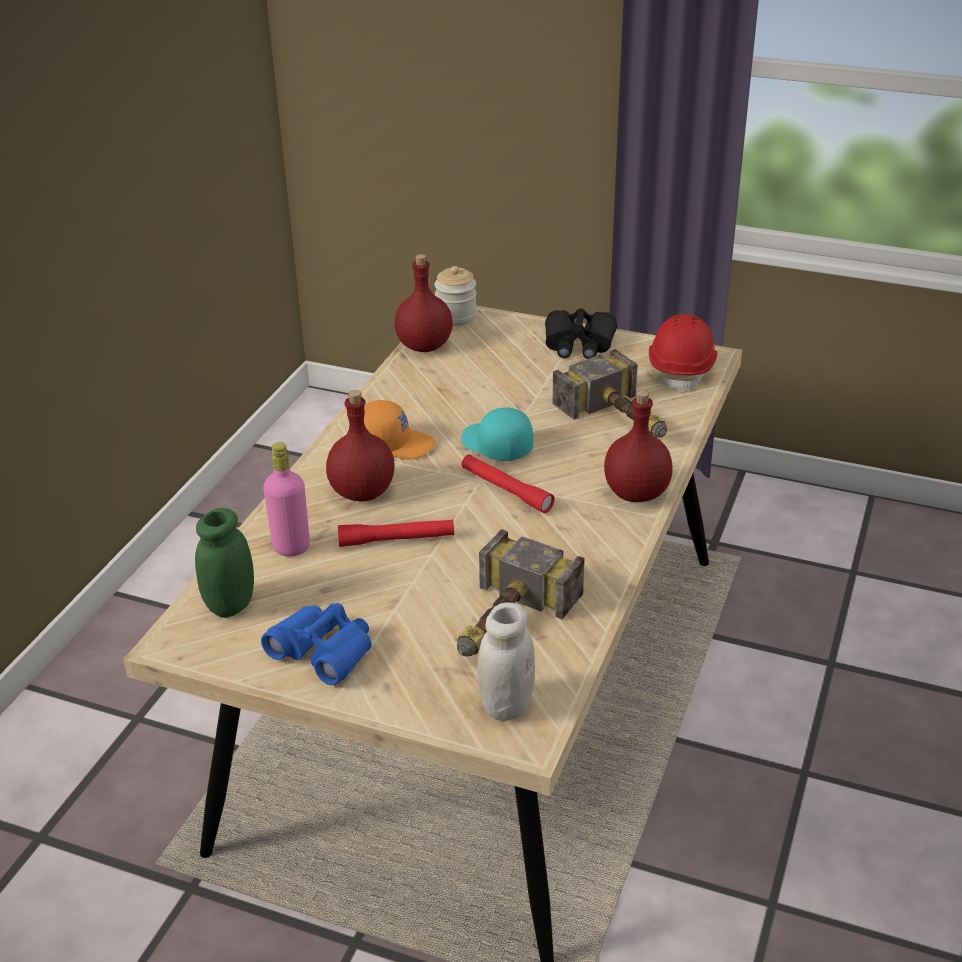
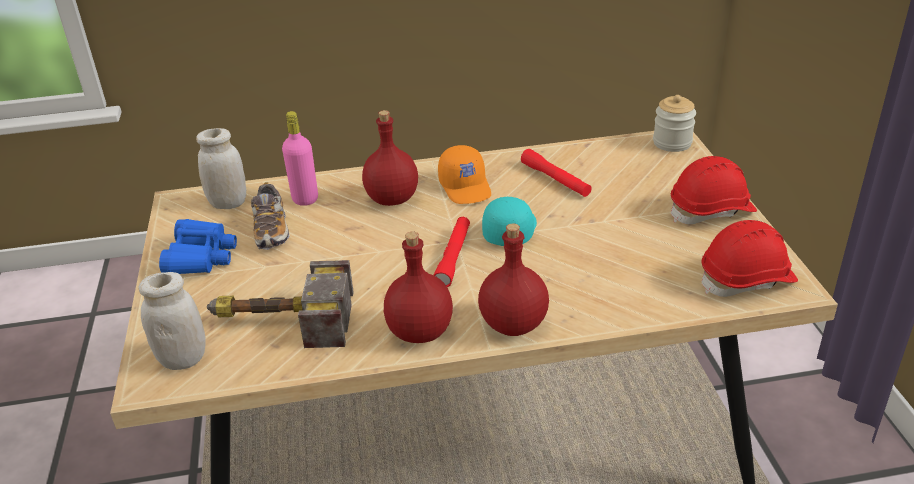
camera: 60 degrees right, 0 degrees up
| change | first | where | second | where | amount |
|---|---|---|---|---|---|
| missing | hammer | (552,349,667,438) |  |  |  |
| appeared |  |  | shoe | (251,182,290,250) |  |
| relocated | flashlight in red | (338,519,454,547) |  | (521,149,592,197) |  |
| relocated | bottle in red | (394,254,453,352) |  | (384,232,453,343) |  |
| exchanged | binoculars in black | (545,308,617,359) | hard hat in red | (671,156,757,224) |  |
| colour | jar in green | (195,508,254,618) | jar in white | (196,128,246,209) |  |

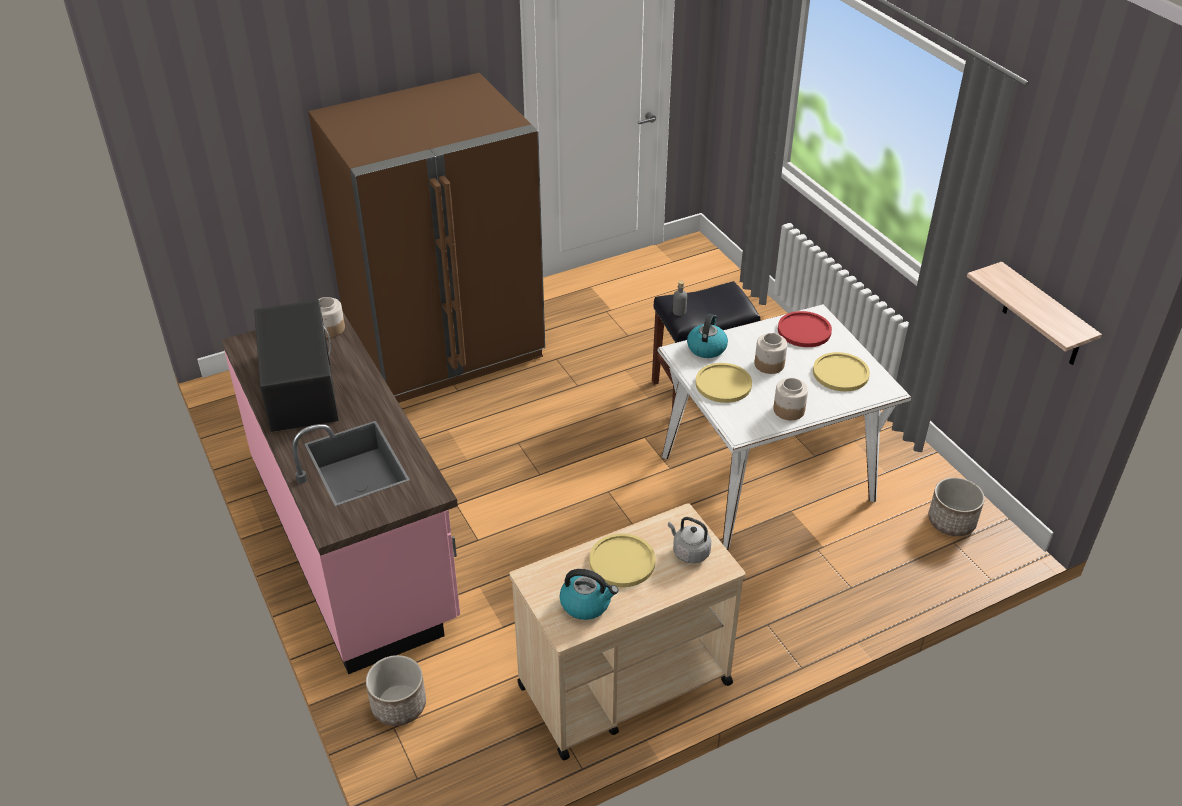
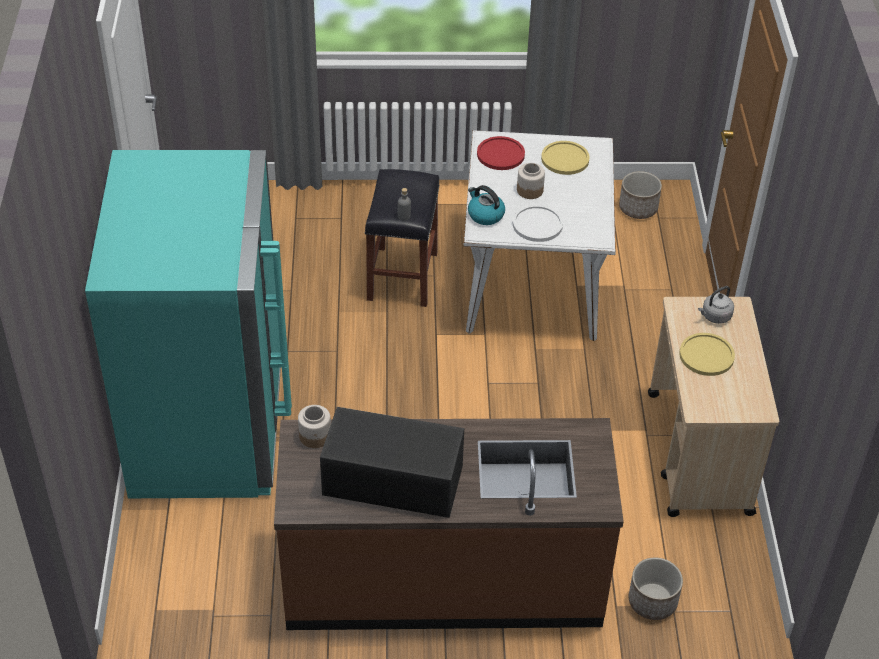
camera: 65 degrees left, 5 degrees up
| change | first | where | second | where | amount |
|---|---|---|---|---|---|
| missing | kettle | (559,569,618,620) |  |  |  |
| missing | jar | (773,378,808,420) |  |  |  |
| missing | shelf | (967,262,1102,365) |  |  |  |
| colour | counter in pink | (221,313,460,674) | counter in brown | (274,418,624,630) |  |
| colour | fridge in brown | (308,73,545,403) | fridge in turquoise | (85,150,292,498) |  |
| colour | plate in yellow | (695,363,752,403) | plate in white | (513,205,563,242) |  |

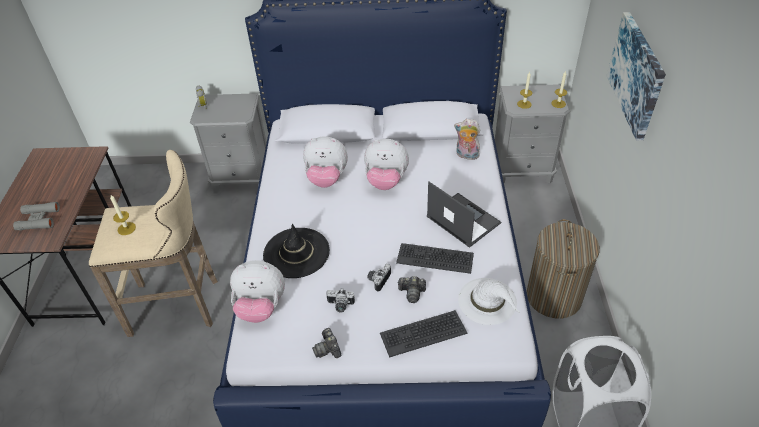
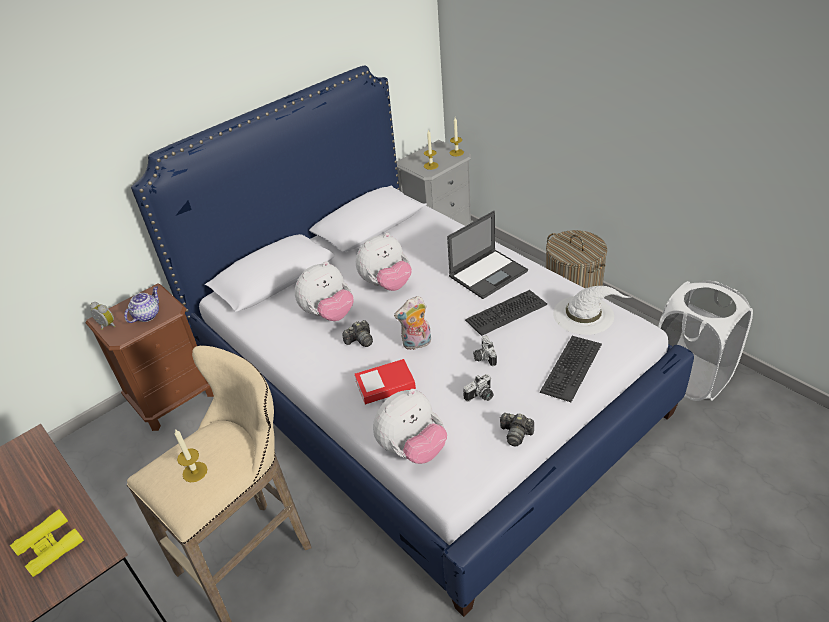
camera: 40 degrees left, 5 degrees down
| change | first | where | second | where | amount |
|---|---|---|---|---|---|
| missing | picture | (607,12,666,141) |  |  |  |
| appeared |  |  | teapot | (124,286,159,323) |  |
| relocated | photo camera | (397,276,426,303) |  | (342,320,373,347) |  |
| relocated | plush toy | (454,119,480,160) |  | (394,296,431,350) |  |
| exchanged | hat in black | (263,224,330,278) | book | (354,359,416,405) |  |
| colour | binoculars in grey | (13,202,60,231) | binoculars in yellow | (10,509,84,577) |  |
| colour | nightstand in grey | (190,93,267,192) | nightstand in brown | (86,284,214,431) |  |
| spun | laptop | (427,182,501,248) |  | (447,211,528,299) | 135 degrees clockwise |

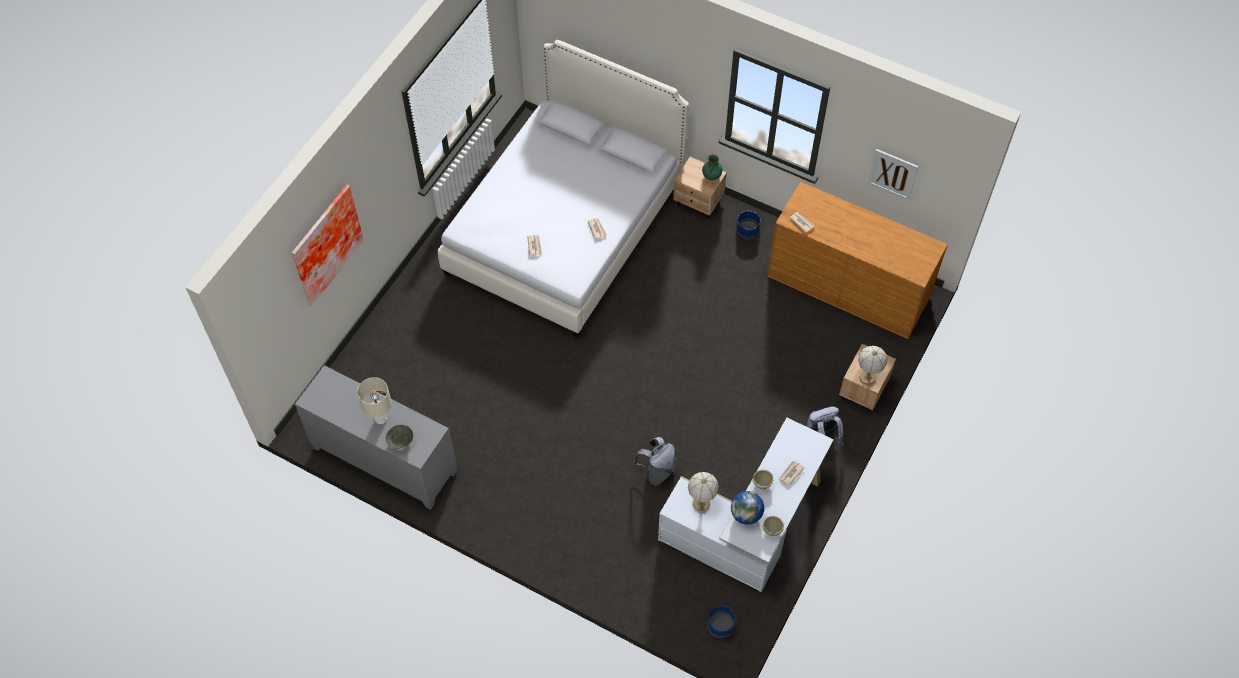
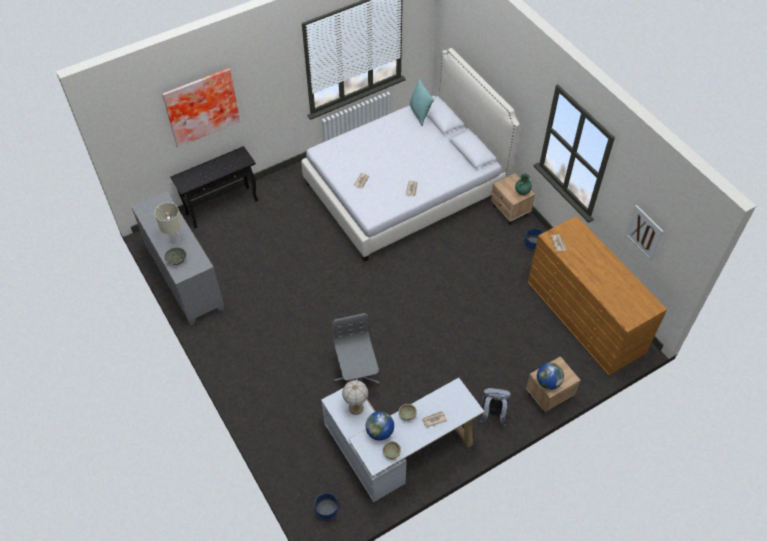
camera: 30 degrees right, 5 degrees down
| change | first | where | second | where | amount |
|---|---|---|---|---|---|
| appeared |  |  | console table in black | (170,146,258,229) |  |
| appeared |  |  | pillow in turquoise | (410,78,434,126) |  |
| exchanged | backpack in grey | (633,437,676,485) | office chair in grey | (332,313,380,385) |  |
| exchanged | table lamp | (858,346,887,385) | globe | (537,363,564,390) |  |

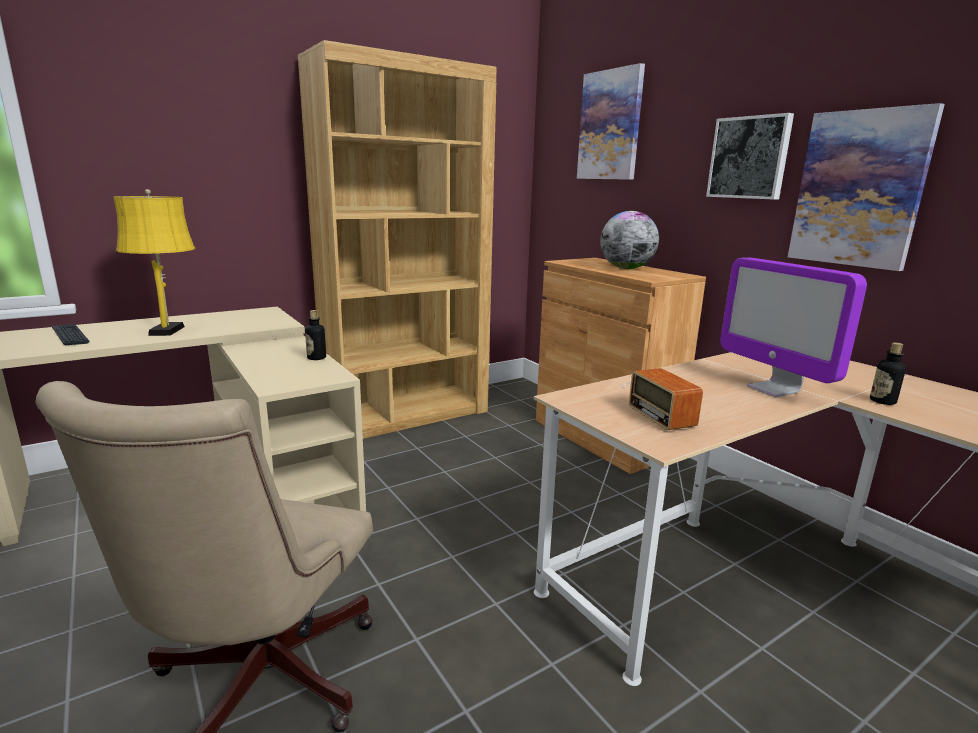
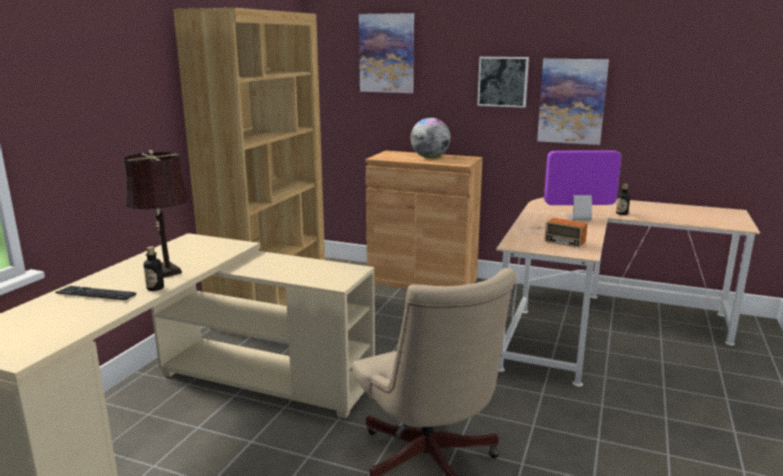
camera: 35 degrees left, 0 degrees up
| change | first | where | second | where | amount |
|---|---|---|---|---|---|
| relocated | bottle | (305,310,326,360) |  | (143,246,164,291) |  |
| colour | table lamp in yellow | (113,189,195,336) | table lamp in brown | (123,150,189,278) |  |
| spun | monitor | (720,258,867,397) |  | (544,150,621,220) | 150 degrees clockwise |

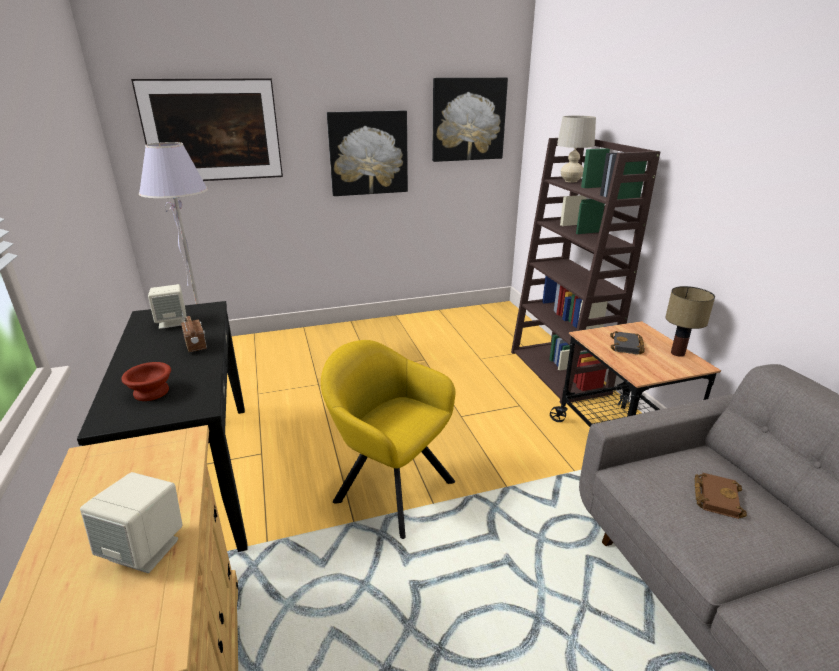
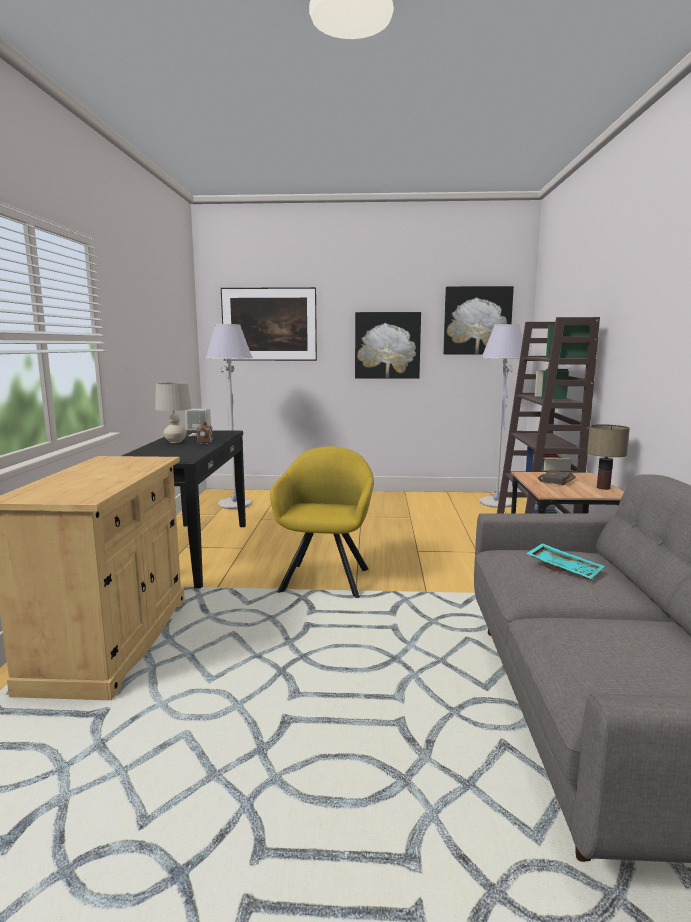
camera: 20 degrees right, 15 degrees down
| change | first | where | second | where | amount |
|---|---|---|---|---|---|
| missing | speaker in beige | (80,472,182,573) |  |  |  |
| missing | bowl in brown | (121,362,171,401) |  |  |  |
| appeared |  |  | floor lamp in grey | (479,324,523,508) |  |
| relocated | table lamp in beige | (557,116,596,182) |  | (155,382,192,443) |  |
| exchanged | book in brown | (694,473,747,519) | tray in turquoise | (526,543,605,580) |  |
| spun | armchair in yellow | (321,340,455,539) |  | (270,446,374,598) | 45 degrees clockwise |

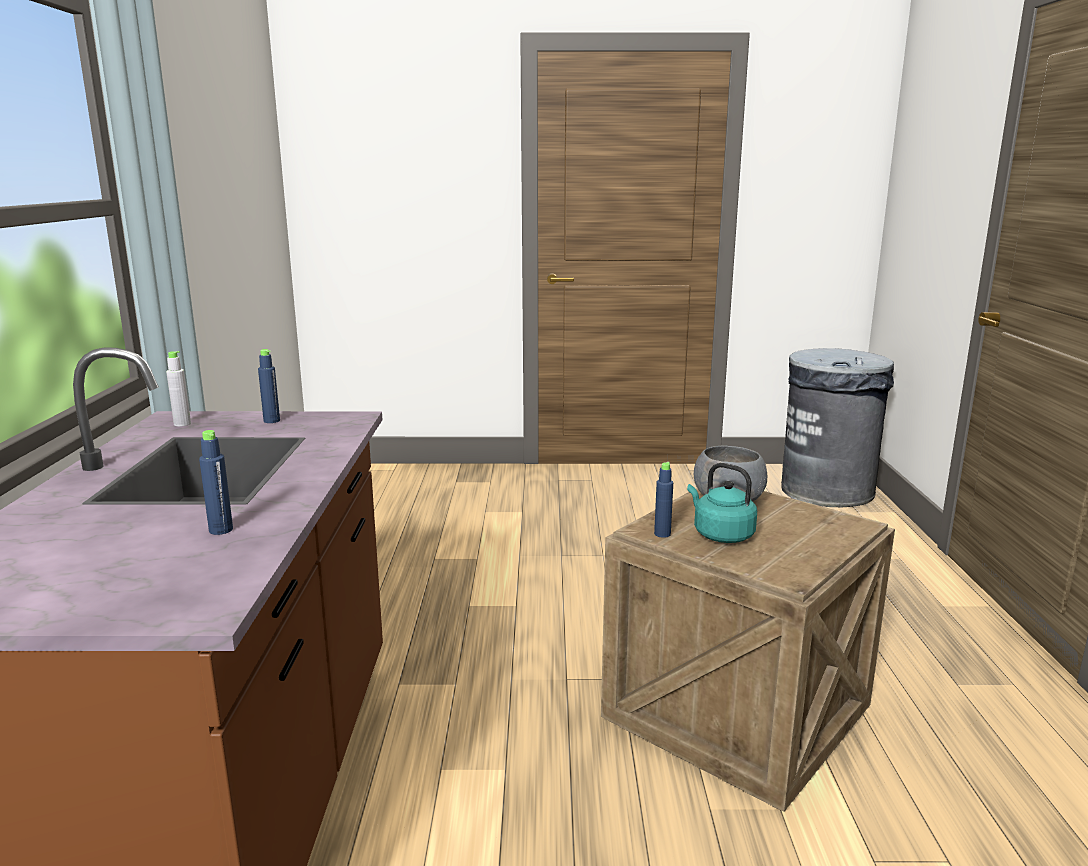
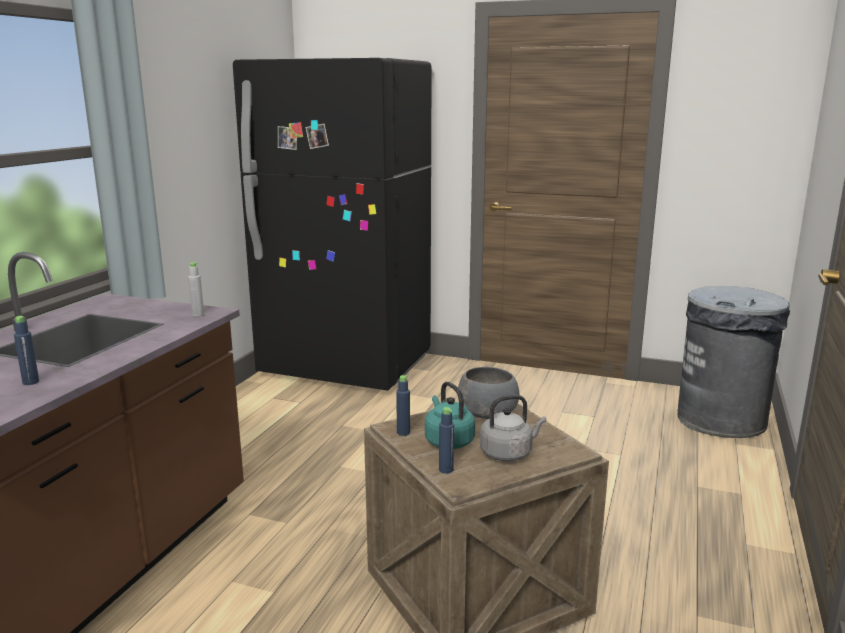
camera: 20 degrees right, 0 degrees up
| change | first | where | second | where | amount |
|---|---|---|---|---|---|
| appeared |  |  | fridge in black | (233,58,432,390) |  |
| appeared |  |  | kettle in grey | (480,395,546,461) |  |
| relocated | bottle in grey | (166,351,191,427) |  | (188,262,204,316) |  |
| relocated | bottle in blue | (258,349,280,423) |  | (439,407,454,474) |  |

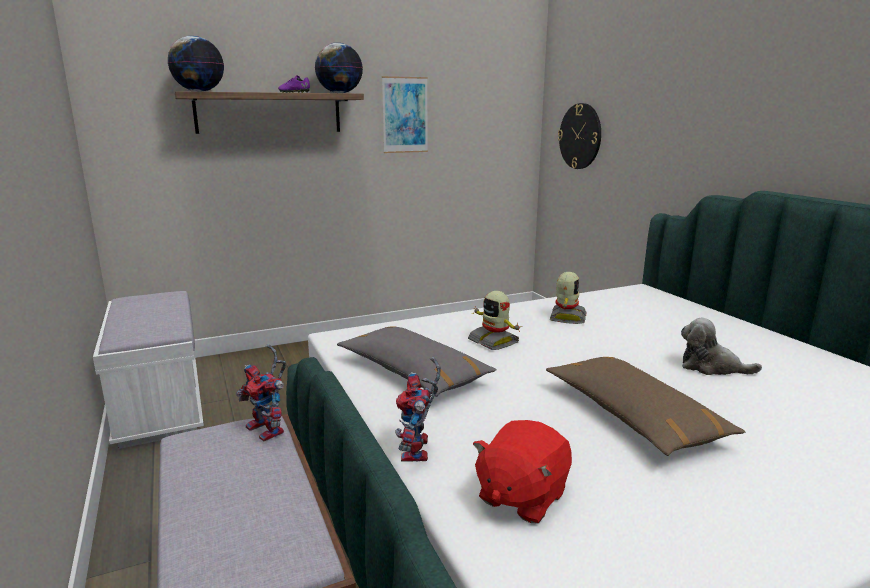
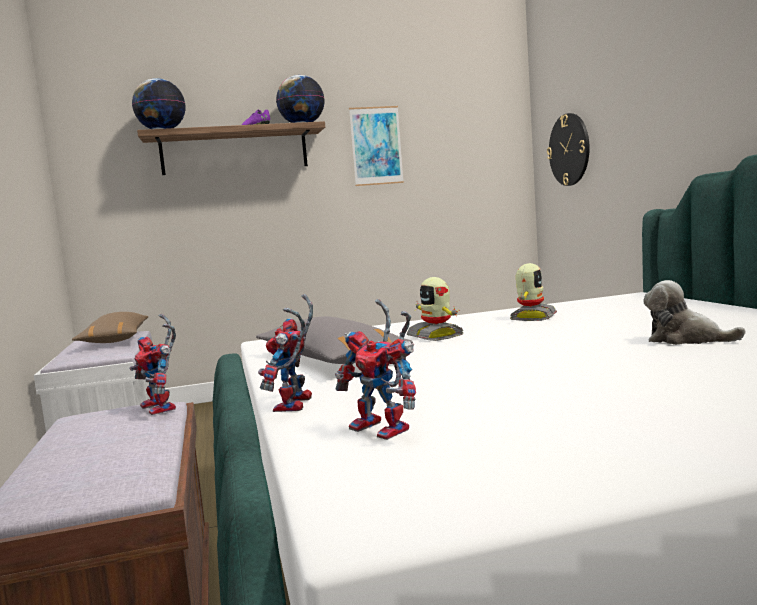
camera: 10 degrees right, 10 degrees down
| change | first | where | second | where | amount |
|---|---|---|---|---|---|
| relocated | pillow in brown | (546,357,745,456) |  | (72,312,148,343) |  |
| exchanged | plush toy in red | (473,420,572,523) | toy robot | (335,299,416,440) |  |

